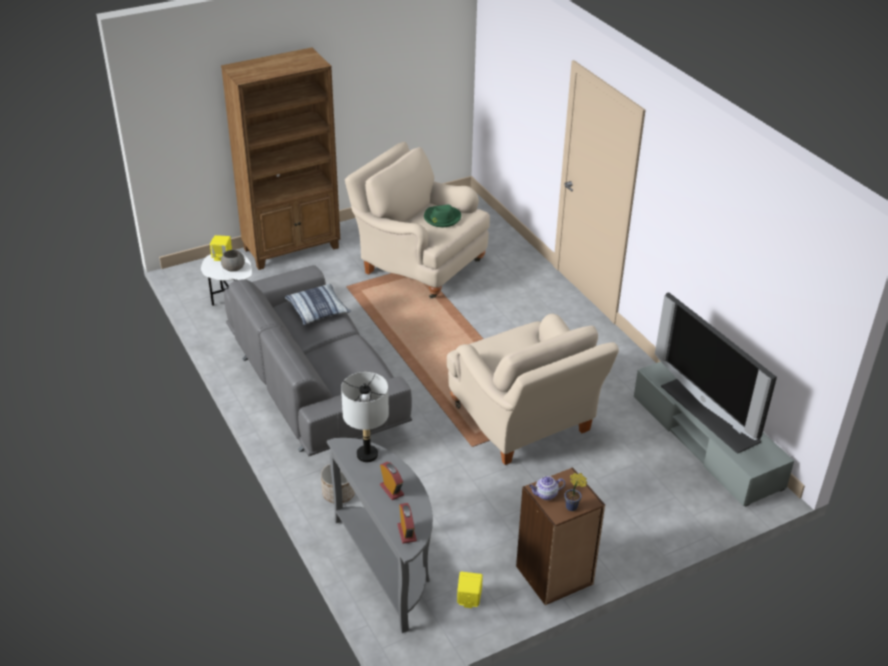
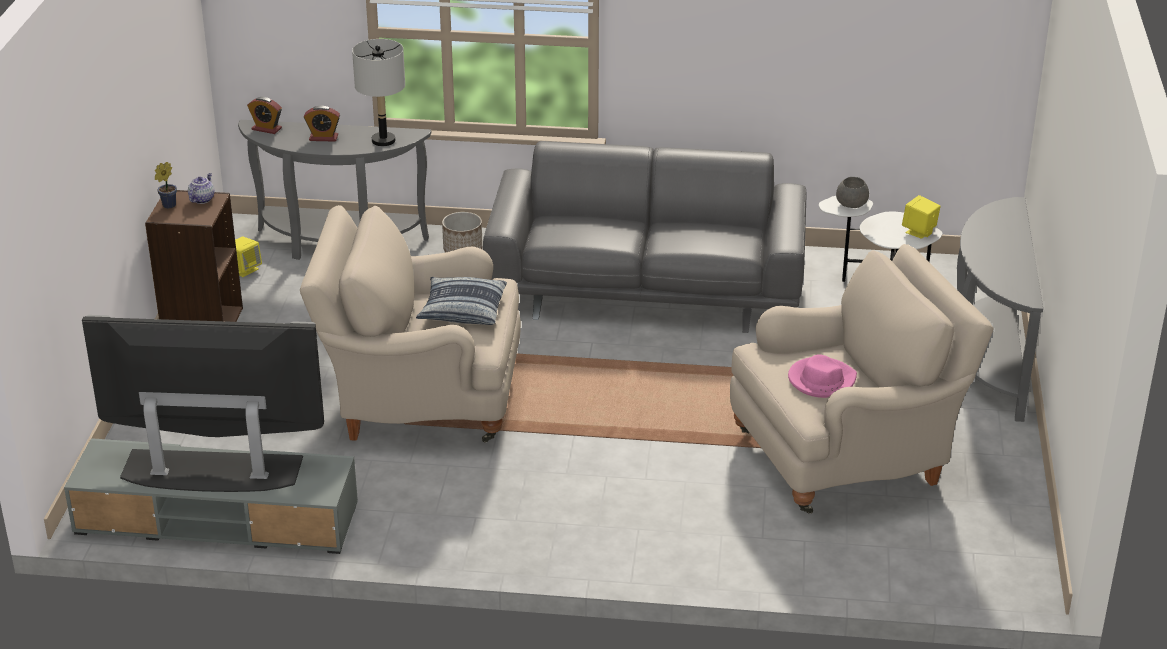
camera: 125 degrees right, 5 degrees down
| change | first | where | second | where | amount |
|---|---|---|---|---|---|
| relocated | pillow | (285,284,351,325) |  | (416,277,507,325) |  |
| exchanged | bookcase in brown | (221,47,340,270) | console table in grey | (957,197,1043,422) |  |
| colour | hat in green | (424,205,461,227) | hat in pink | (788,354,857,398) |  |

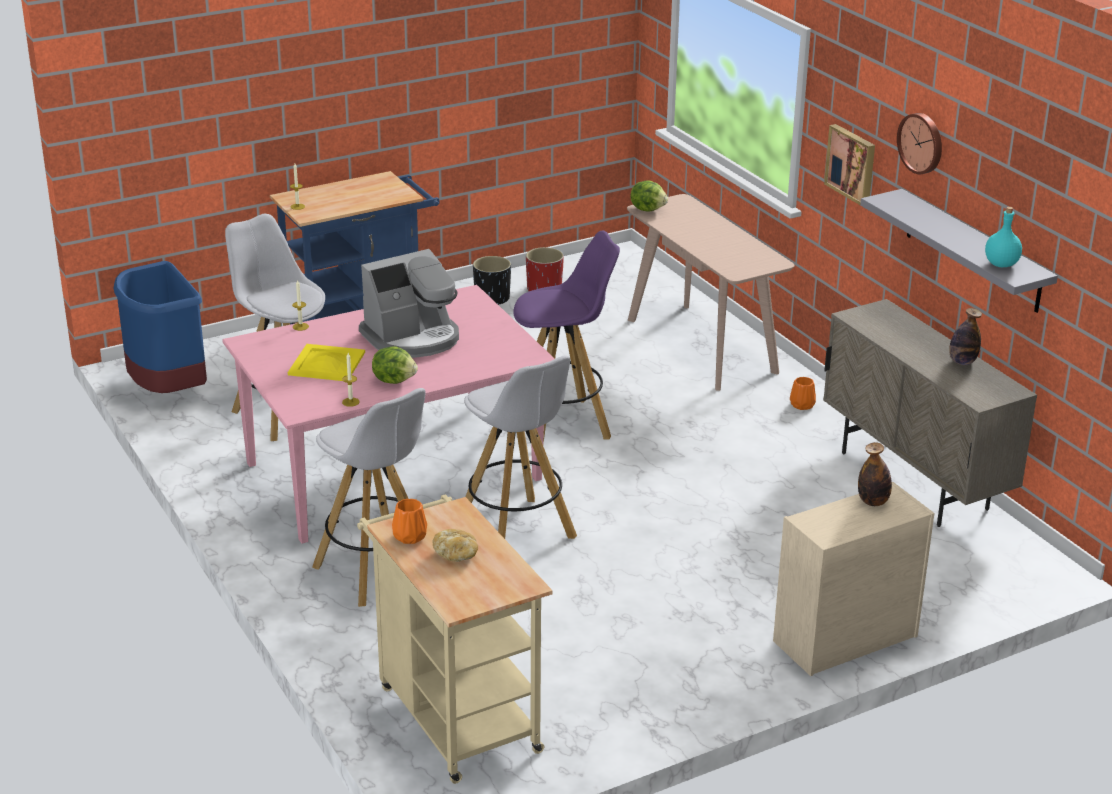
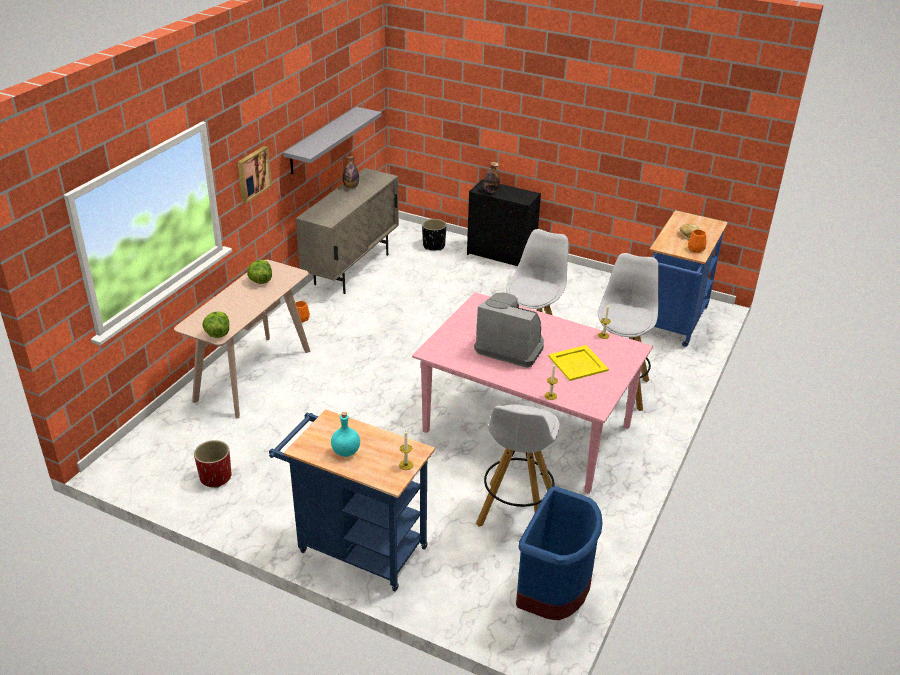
camera: 125 degrees left, 5 degrees up
| change | first | where | second | where | amount |
|---|---|---|---|---|---|
| missing | stool in purple | (513,231,620,443) |  |  |  |
| missing | wall clock | (897,113,942,174) |  |  |  |
| relocated | lettuce | (372,346,418,384) |  | (247,260,272,284) |  |
| relocated | planter in black | (473,256,511,305) |  | (422,219,446,251) |  |
| relocated | bottle in turquoise | (985,207,1022,267) |  | (331,412,360,457) |  |
| colour | cart in beige | (357,494,553,784) | cart in blue | (649,210,728,347) |  |
| colour | dresser in beige | (773,482,934,676) | dresser in black | (467,179,541,266) |  |

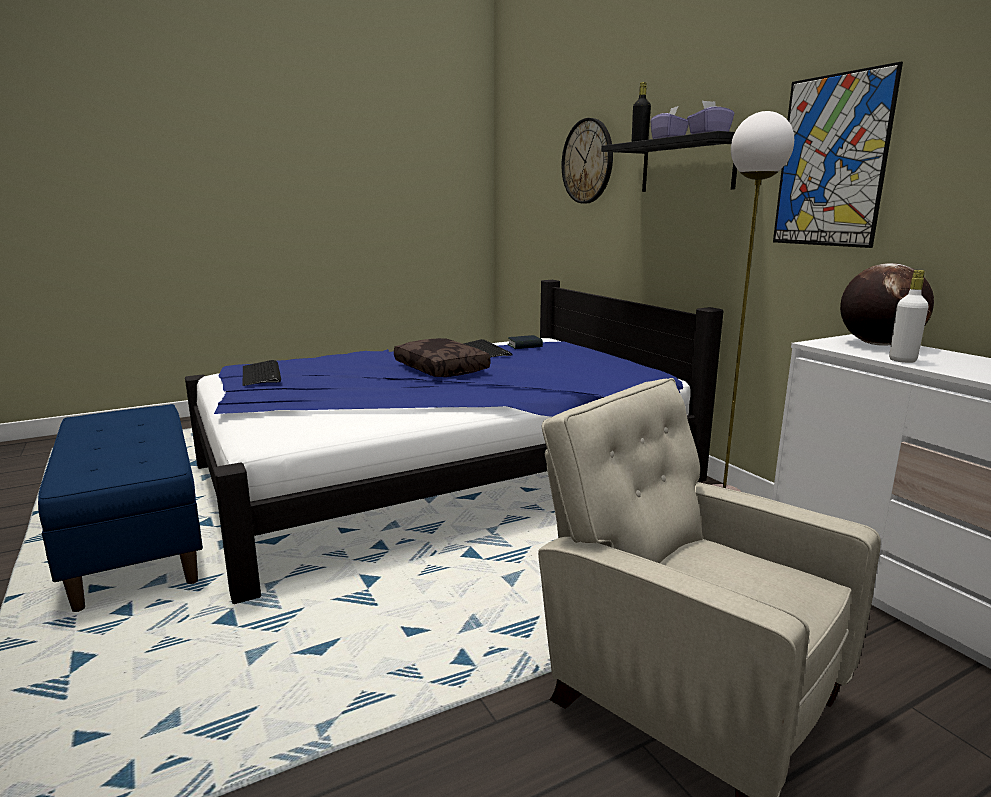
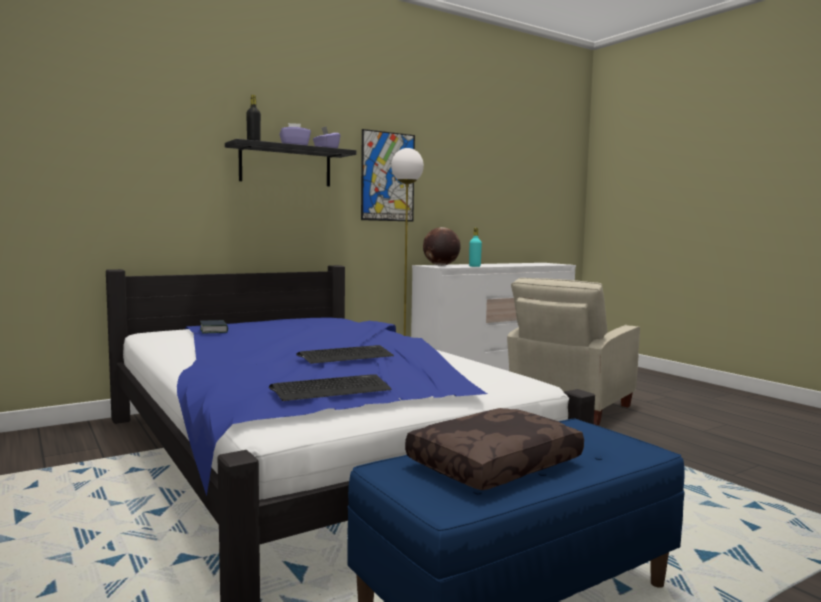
camera: 95 degrees left, 10 degrees down
| change | first | where | second | where | amount |
|---|---|---|---|---|---|
| missing | wall clock | (562,118,613,204) |  |  |  |
| relocated | pillow in brown | (394,338,490,377) |  | (405,408,584,490) |  |
| relocated | keyboard | (463,339,513,357) |  | (296,345,394,364) |  |
| colour | bottle in white | (889,270,929,363) | bottle in turquoise | (469,228,482,267) |  |

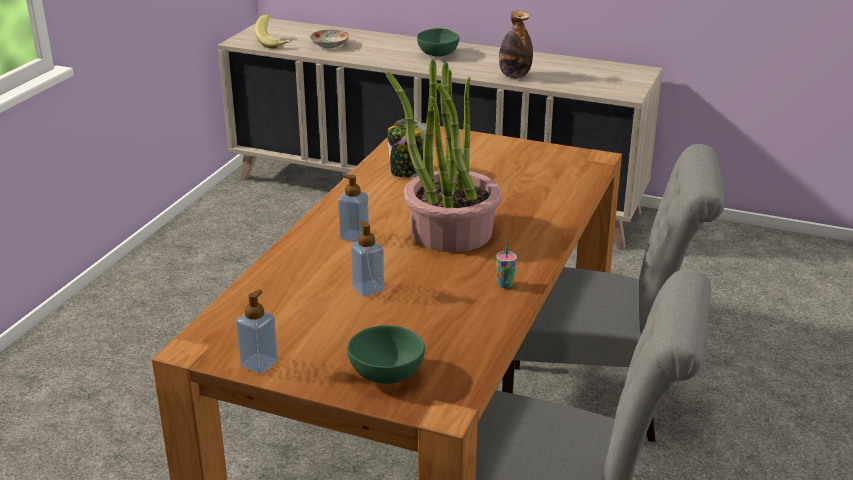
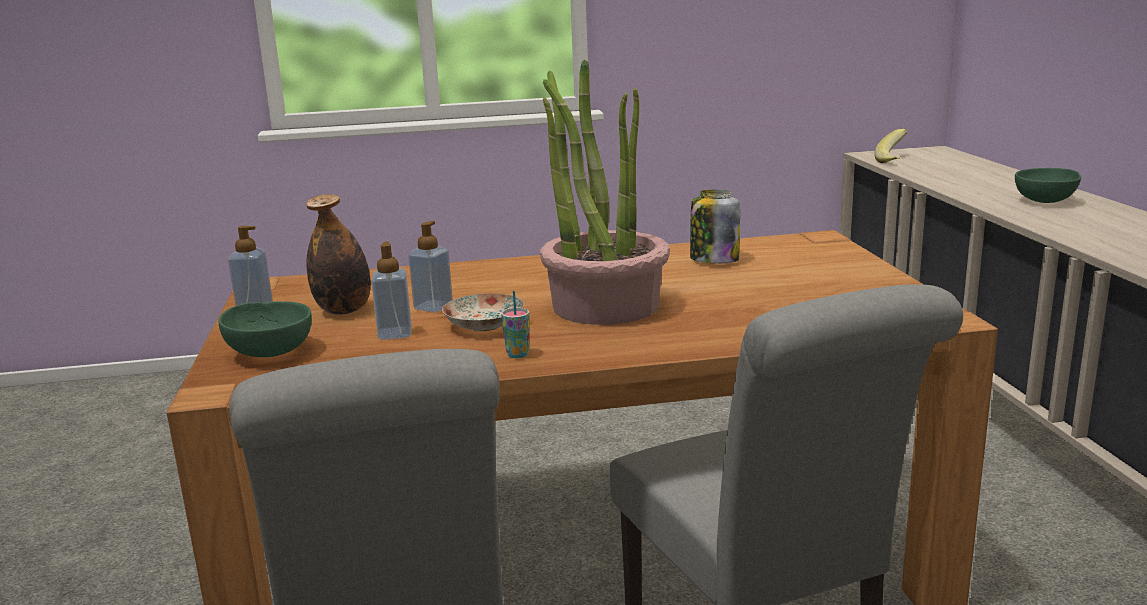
camera: 60 degrees right, 10 degrees down
| change | first | where | second | where | amount |
|---|---|---|---|---|---|
| relocated | plate | (310,30,349,48) |  | (442,293,524,331) |  |
| relocated | soap dispenser | (338,174,369,242) |  | (371,242,412,340) |  |
| relocated | bottle | (499,11,533,78) |  | (306,194,371,315) |  |

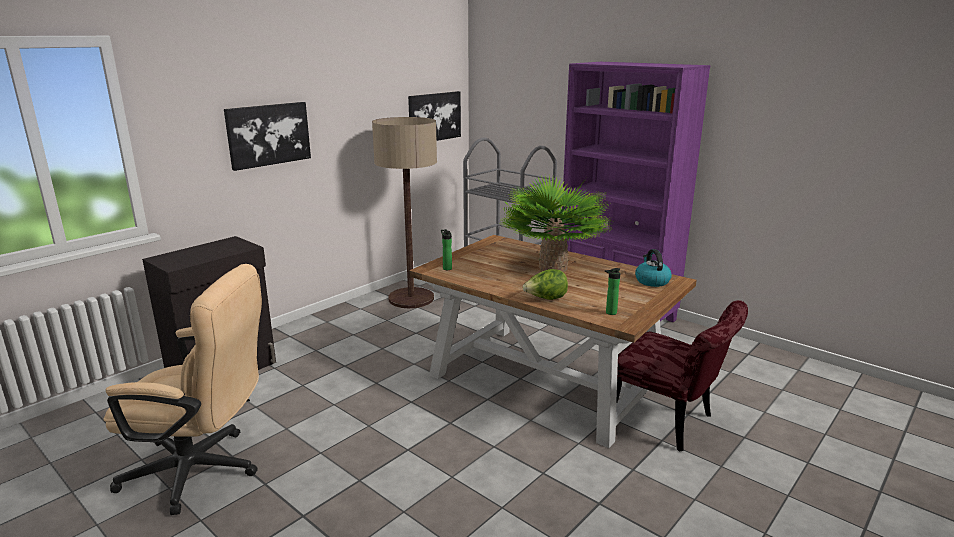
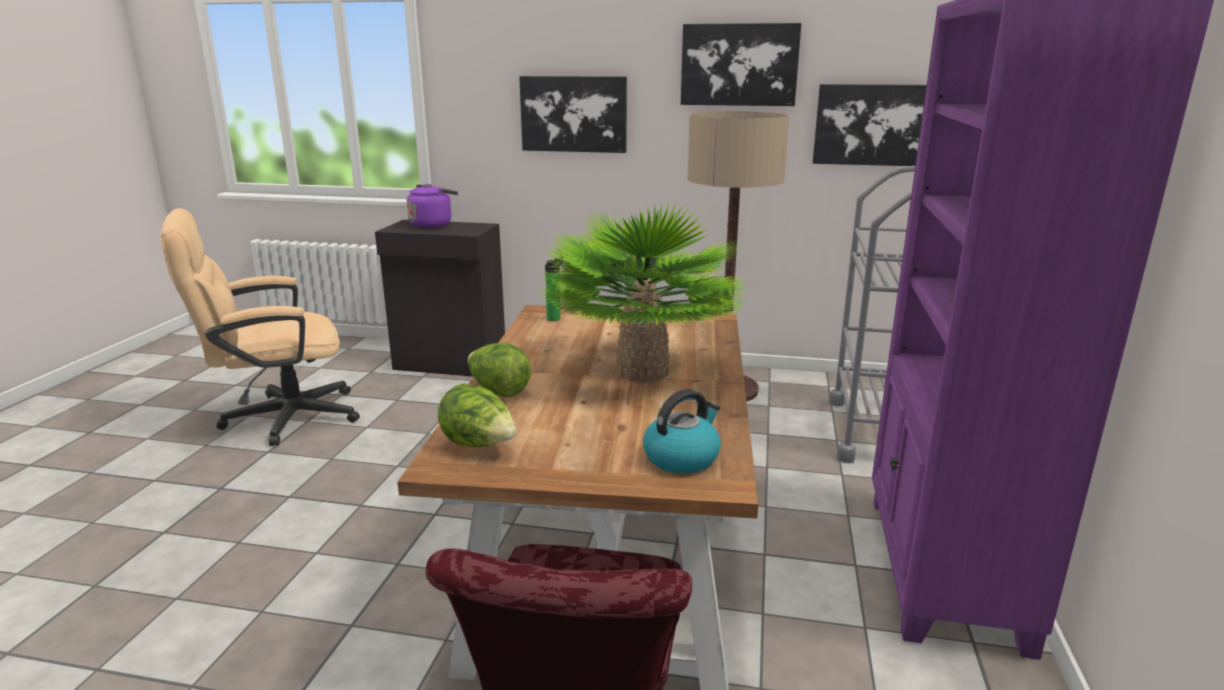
camera: 60 degrees right, 0 degrees up
| change | first | where | second | where | amount |
|---|---|---|---|---|---|
| appeared |  |  | kettle in purple | (407,184,458,228) |  |
| appeared |  |  | picture | (681,23,801,106) |  |
| exchanged | bottle | (605,268,620,315) | lettuce | (438,384,517,447) |  |
| spun | office chair in beige | (103,264,262,515) |  | (161,208,360,446) | 90 degrees clockwise |

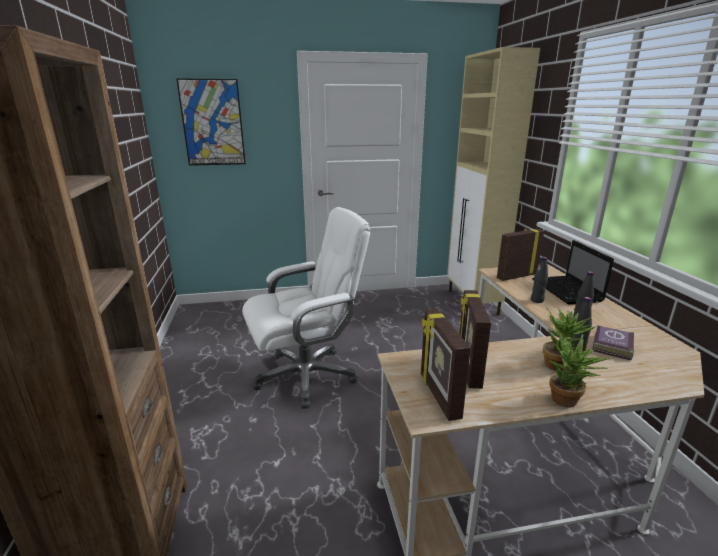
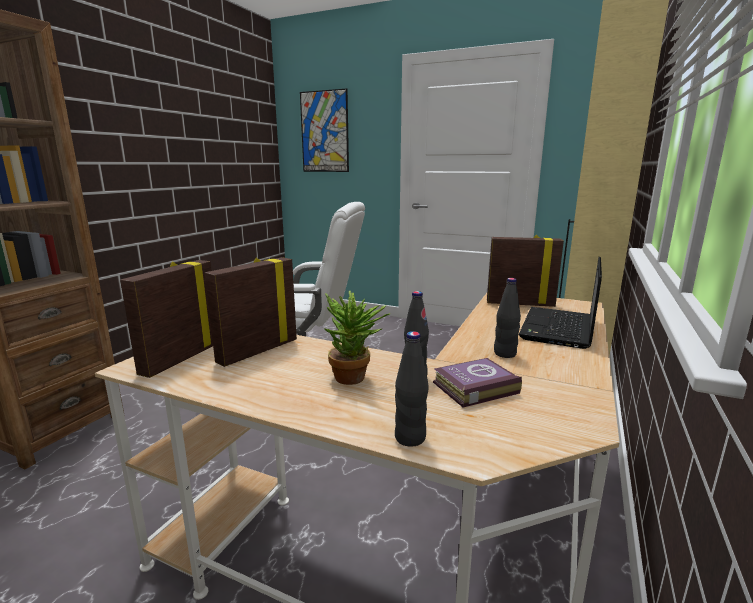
camera: 35 degrees right, 5 degrees down
| change | first | where | second | where | amount |
|---|---|---|---|---|---|
| missing | potted plant | (549,333,611,408) |  |  |  |
| relocated | bottle in black | (531,257,548,303) |  | (395,331,429,447) |  |

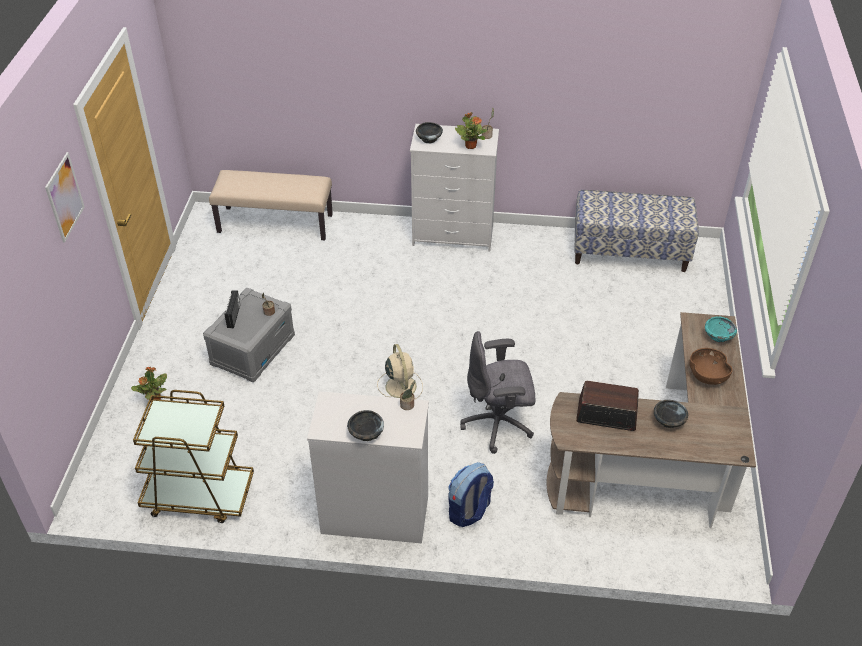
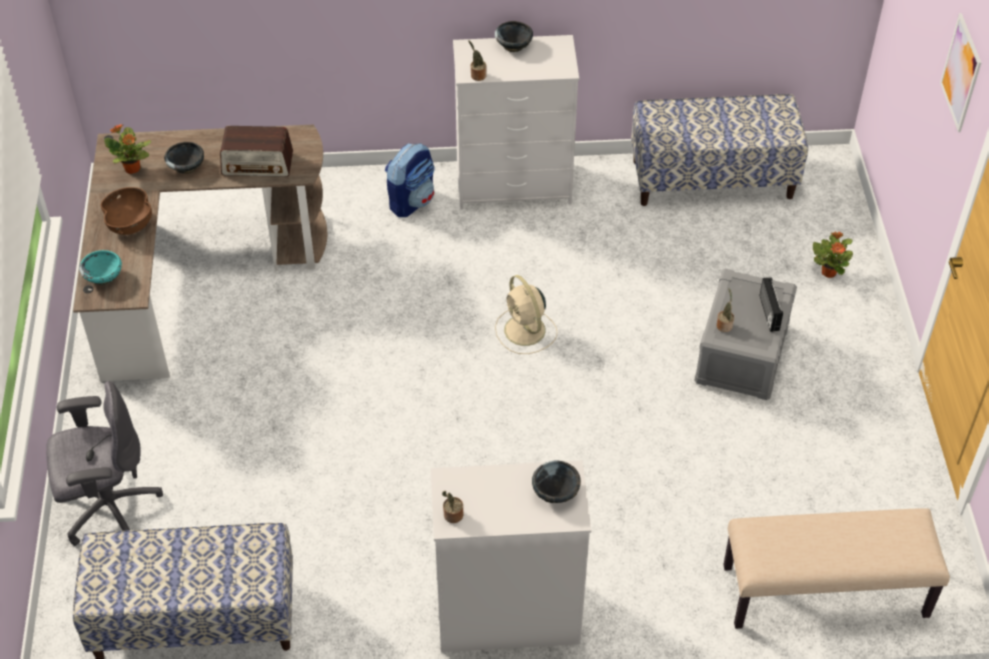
camera: 170 degrees right, 5 degrees up
| change | first | where | second | where | amount |
|---|---|---|---|---|---|
| relocated | potted plant | (455,113,487,149) |  | (104,125,151,174) |  |
| relocated | office chair in grey | (460,331,536,454) |  | (46,381,163,546) |  |
| exchanged | cart in brown | (133,390,254,523) | bench | (631,94,808,206) |  |

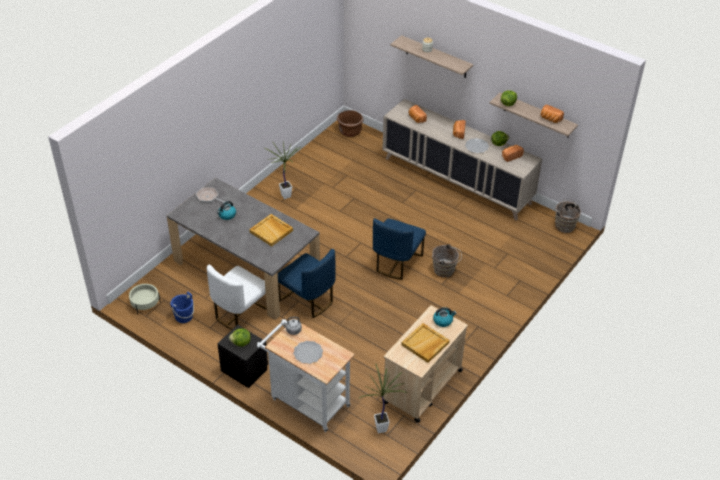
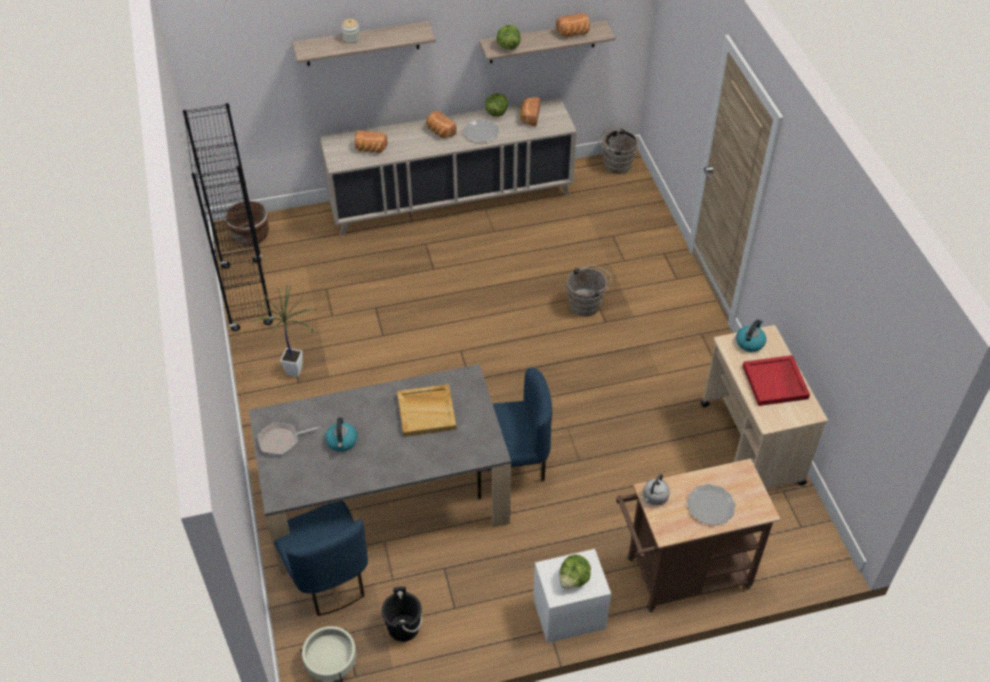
camera: 50 degrees left, 5 degrees up
| change | first | where | second | where | amount |
|---|---|---|---|---|---|
| missing | chair in white | (207,265,267,330) |  |  |  |
| missing | potted plant | (358,364,407,433) |  |  |  |
| appeared |  |  | bookcase in black | (183,103,274,331) |  |
| relocated | chair in blue | (373,218,426,280) |  | (274,500,368,616) |  |
| colour | bucket in blue | (170,291,194,323) | bucket in black | (381,587,422,642) |  |
| colour | nightstand in black | (217,325,268,388) | nightstand in white | (533,549,611,643) |  |
| colour | cart in white | (257,319,355,432) | cart in brown | (616,459,780,612) |  |
| colour | tray in beige | (401,323,450,363) | tray in red | (743,355,810,406) |  |

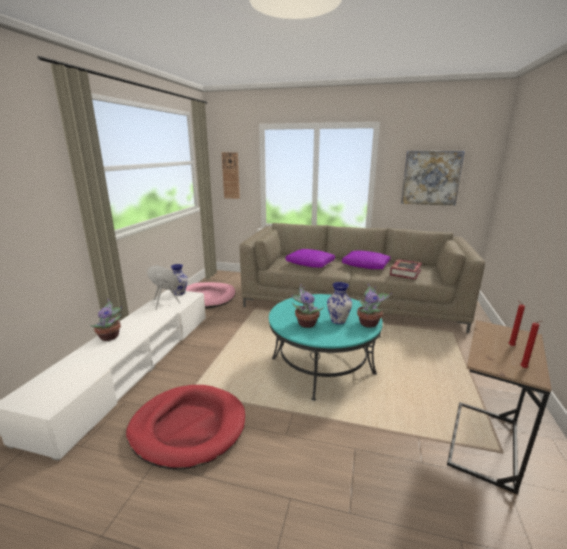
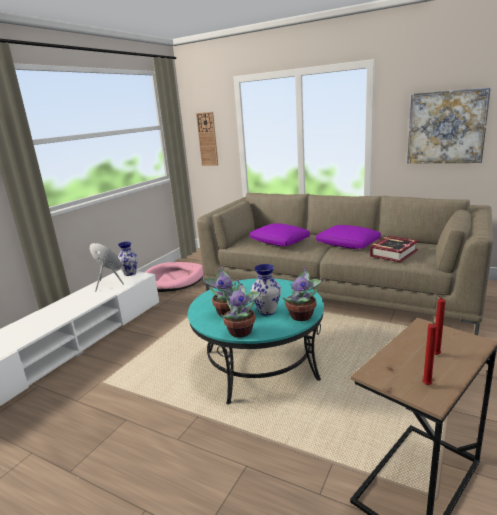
camera: 15 degrees right, 0 degrees up
| change | first | where | second | where | amount |
|---|---|---|---|---|---|
| missing | dog bed in red | (126,385,245,469) |  |  |  |
| relocated | potted plant | (90,299,122,341) |  | (220,279,262,338) |  |

